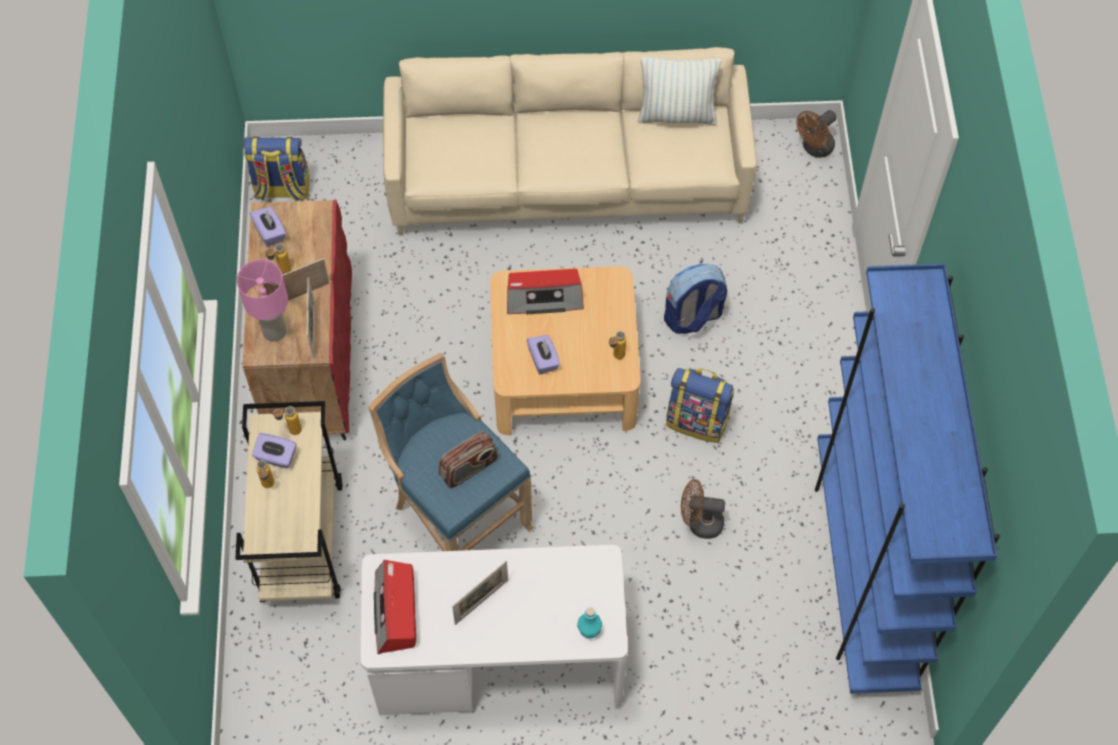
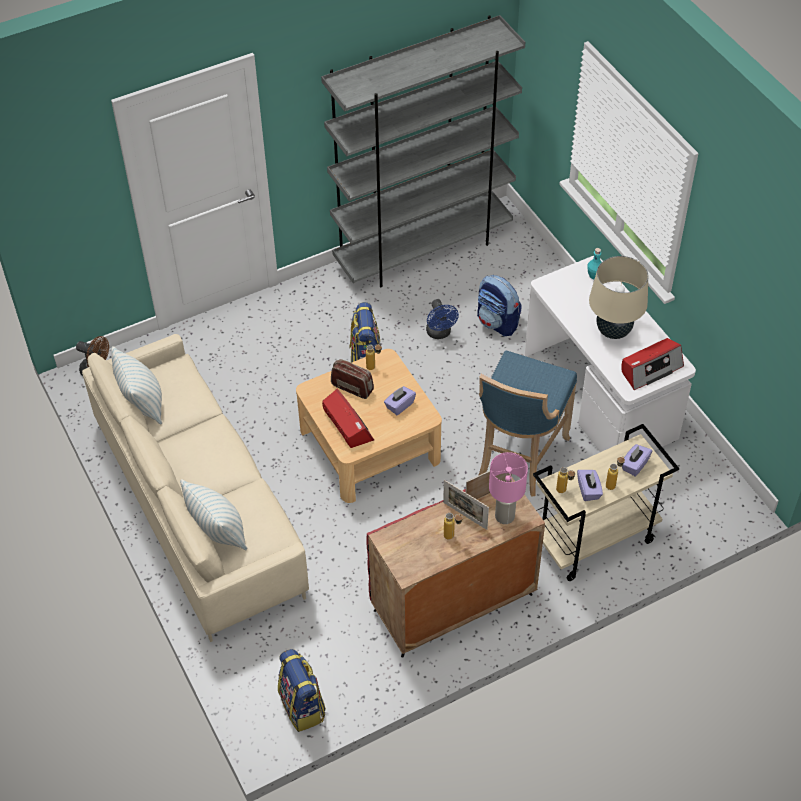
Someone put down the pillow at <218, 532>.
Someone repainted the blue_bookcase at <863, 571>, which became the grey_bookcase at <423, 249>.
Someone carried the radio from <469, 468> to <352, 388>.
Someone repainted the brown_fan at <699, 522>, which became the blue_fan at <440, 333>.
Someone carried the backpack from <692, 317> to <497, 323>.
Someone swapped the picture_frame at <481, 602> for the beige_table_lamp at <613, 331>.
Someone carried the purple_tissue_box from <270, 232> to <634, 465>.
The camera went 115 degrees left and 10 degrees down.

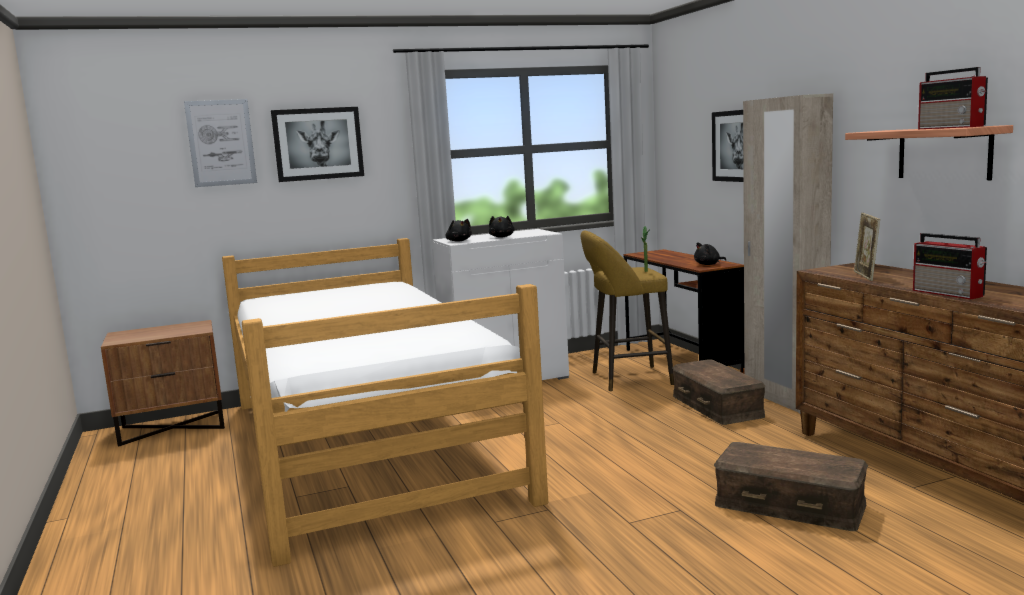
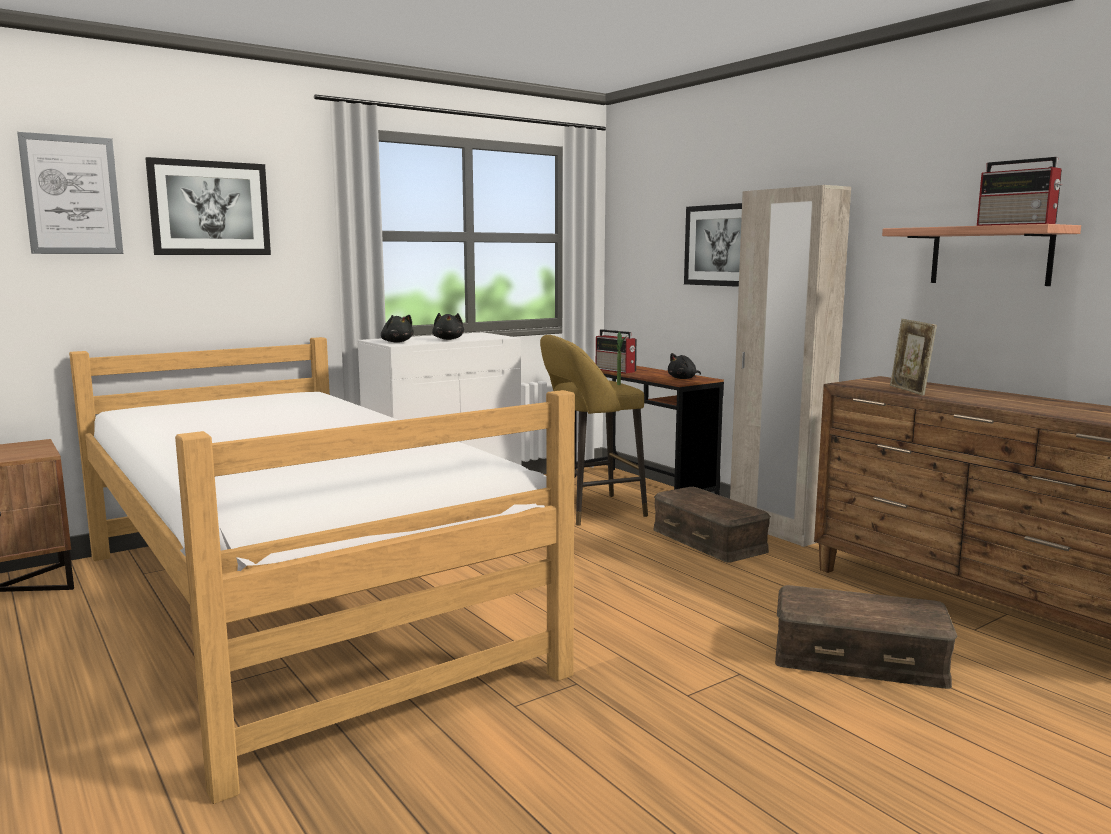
Someone carried the radio from <949, 293> to <616, 370>.
The camera went 15 degrees left and 0 degrees up.

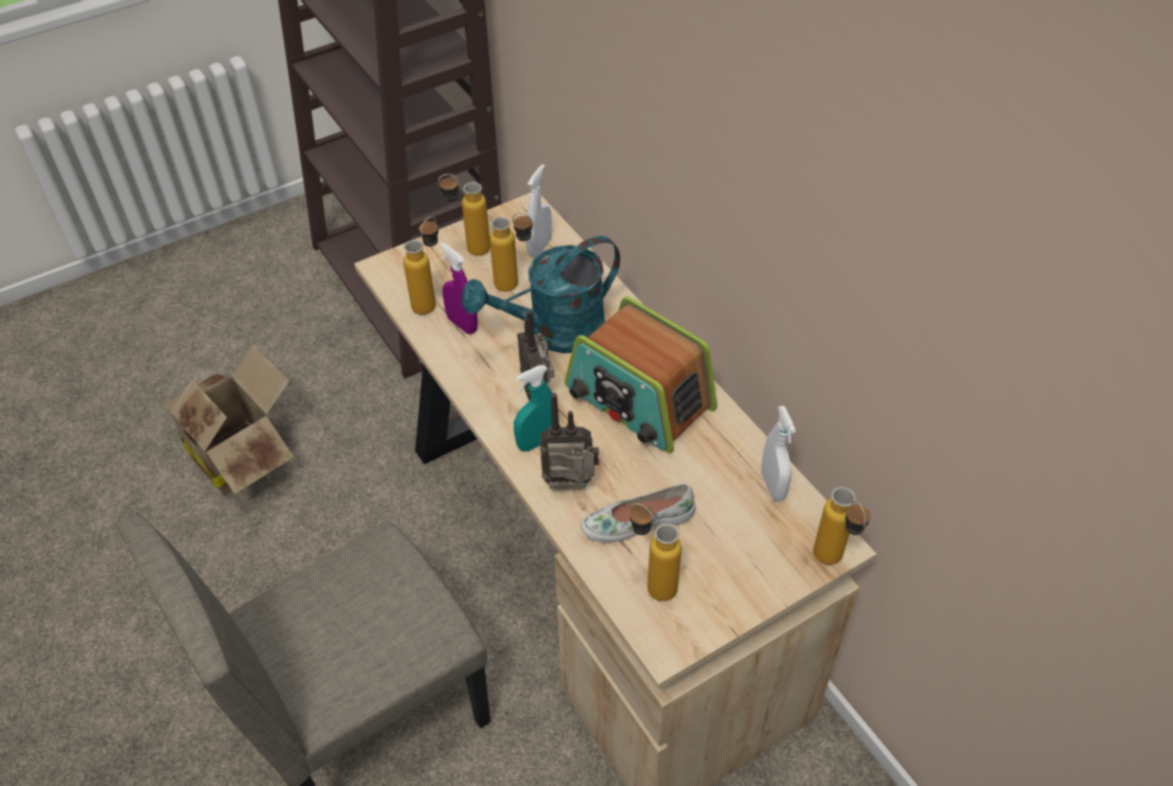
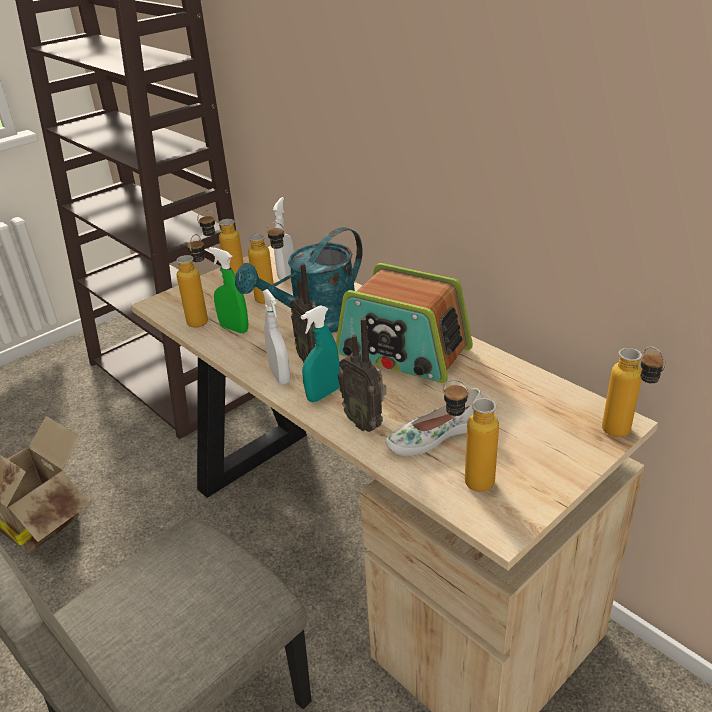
Someone repainted the purple_spray_bottle at <462, 324>, which became the green_spray_bottle at <234, 328>.
Someone carried the white_spray_bottle from <773, 486> to <280, 376>.
Someone rotated the radio at <570, 489> by 120 degrees counterclockwise.
The camera went 10 degrees left and 15 degrees down.

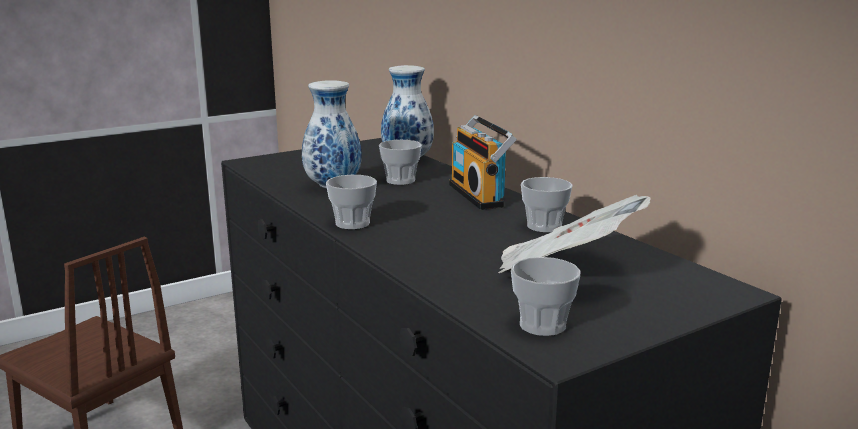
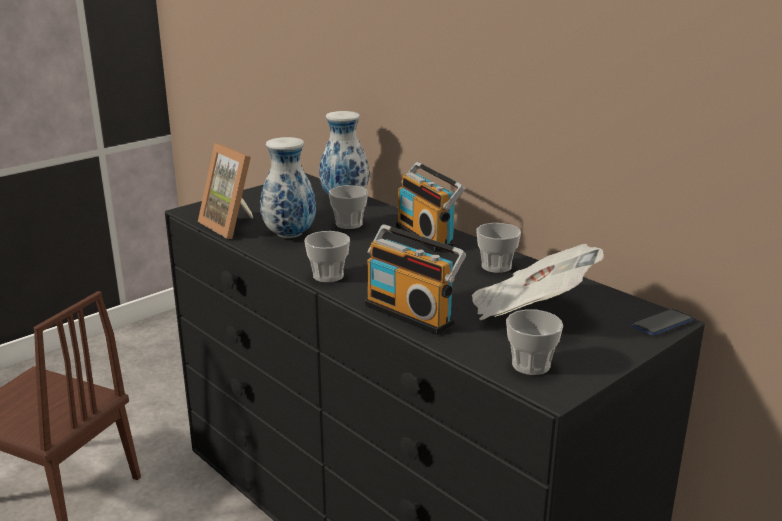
Someone put down the picture_frame at <233, 225>.
Someone put down the radio at <412, 313>.
Someone put down the phone at <661, 323>.
The camera went 10 degrees left and 5 degrees up.

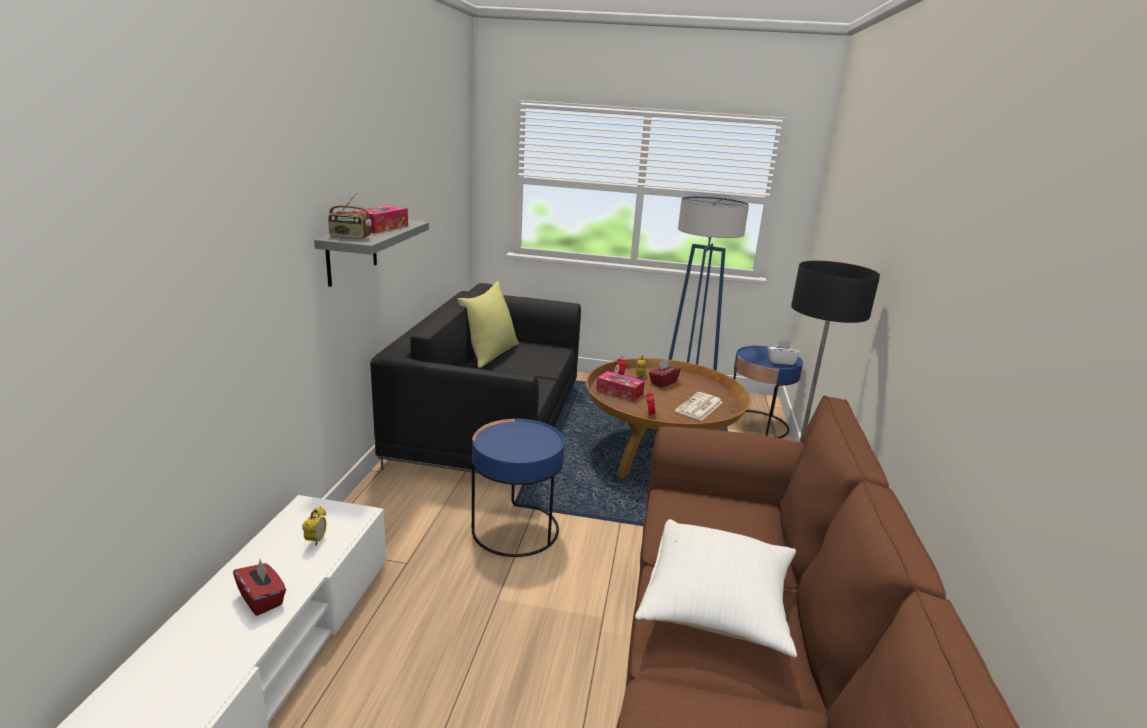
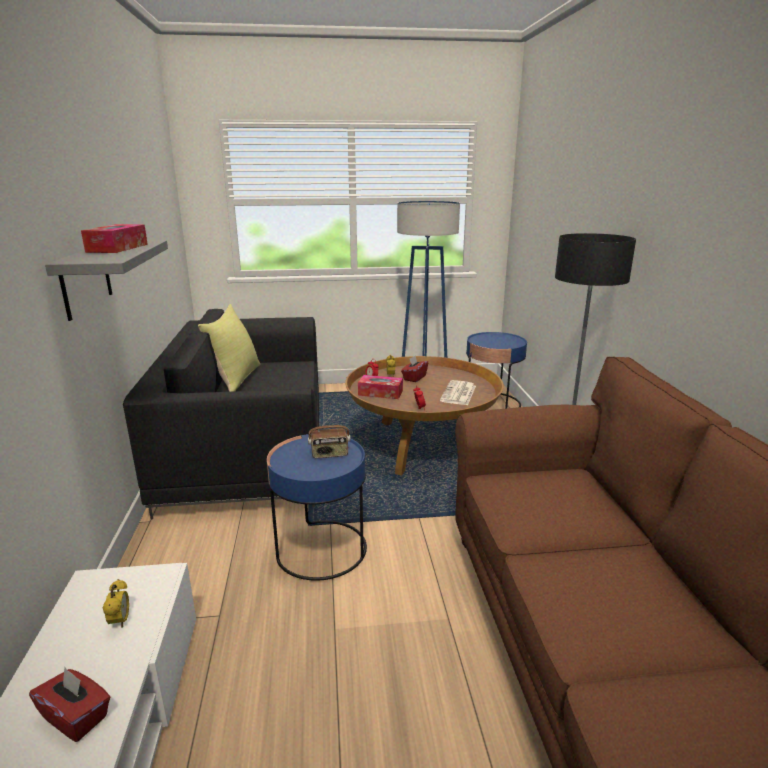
Someone carried the radio from <350, 237> to <329, 454>.
Someone took away the white_pillow at <717, 607>.
Someone took away the white_tissue_box at <781, 361>.
The camera went 15 degrees left and 0 degrees up.

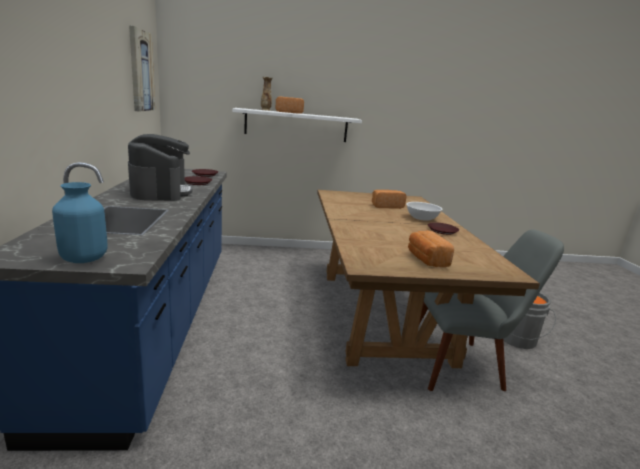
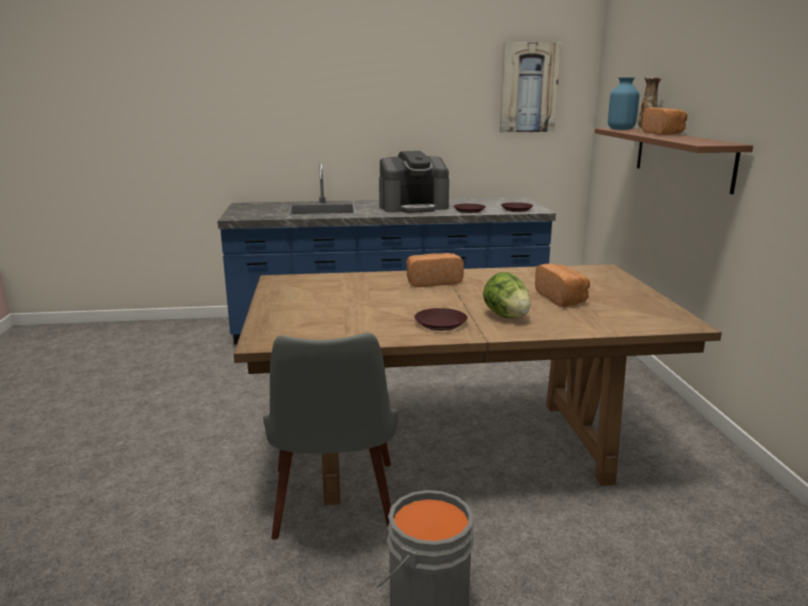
Someone carried the bread from <426, 259> to <432, 282>.
Someone swapped the white_bowl at <421, 218> for the lettuce at <506, 316>.
Someone repainted the white_shelf at <296, 125>, which became the brown_shelf at <682, 157>.
Someone carried the blue_vase from <84, 258> to <621, 129>.
The camera went 90 degrees right and 0 degrees up.

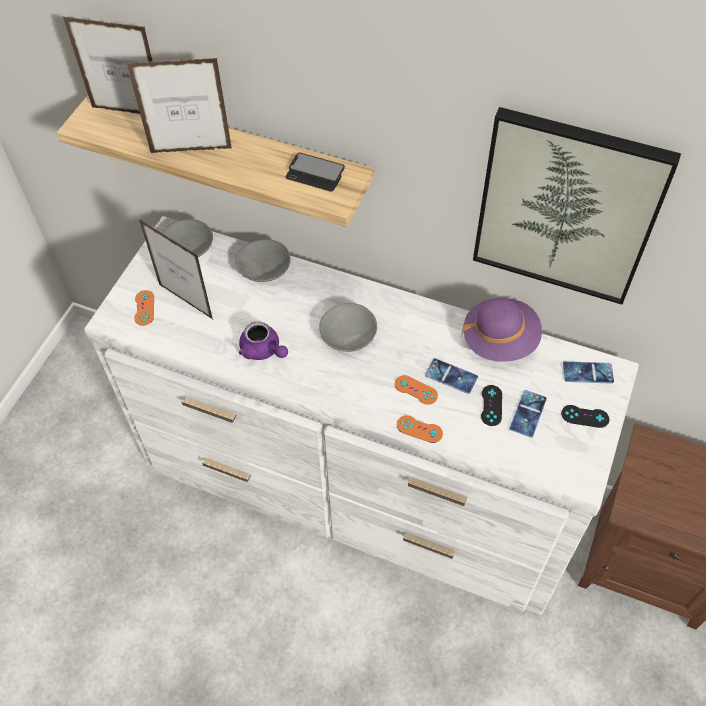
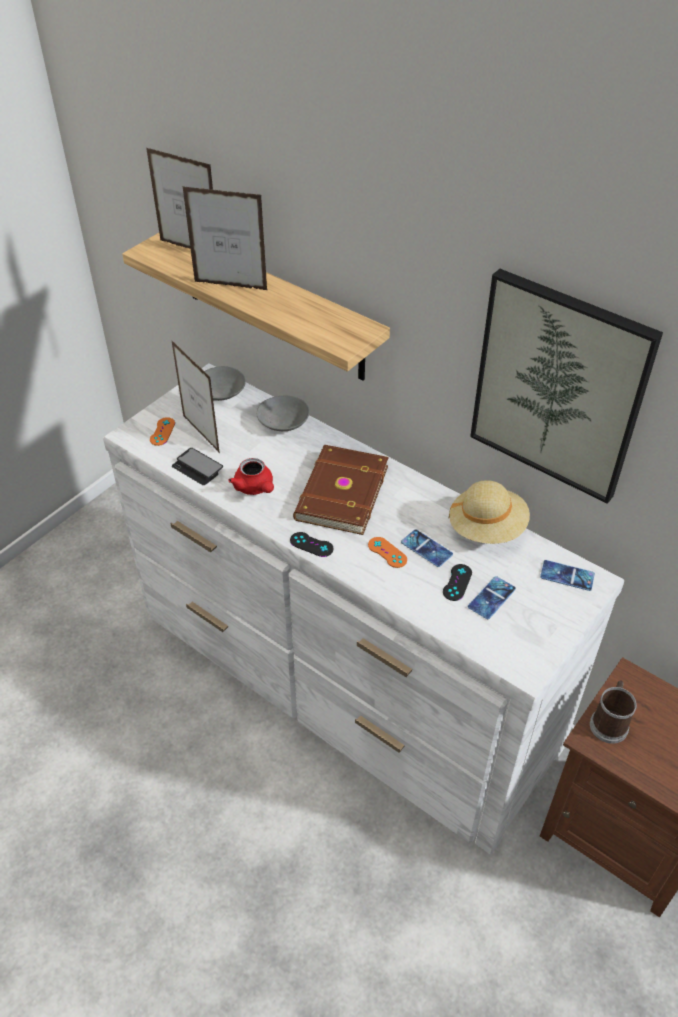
Someone carried the phone from <315, 173> to <197, 467>.
Someone repainted the purple_teapot at <263, 350>, which became the red_teapot at <255, 488>.
Someone carried the black_game_controller from <585, 416> to <311, 544>.
Someone swapped the grey_bowl at <348, 335> for the brown_book at <340, 493>.
Someone repainted the purple_hat at <500, 340>, which became the beige_hat at <487, 528>.
Someone put down the mug at <609, 722>.
Someone took away the orange_game_controller at <419, 429>.
The camera went 15 degrees right and 10 degrees down.

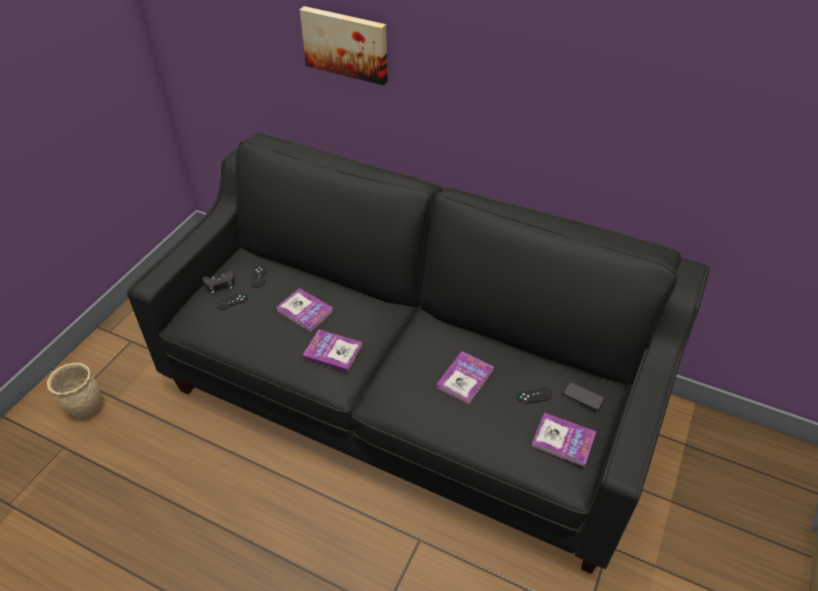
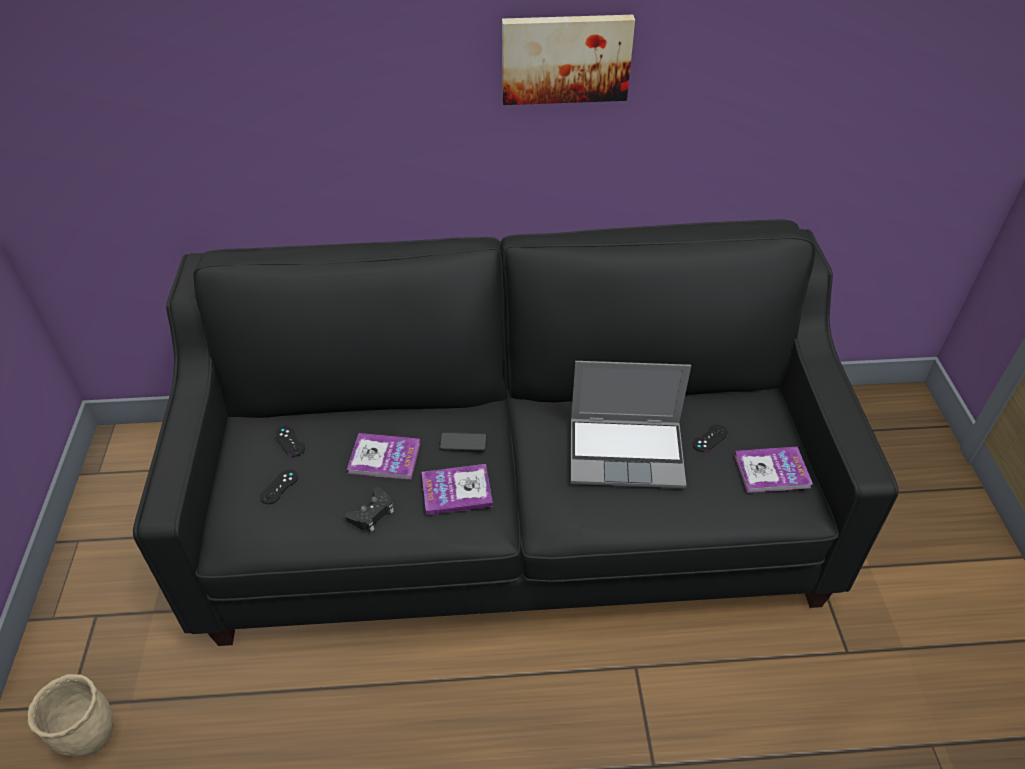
Someone carried the black_game_controller from <220, 284> to <372, 513>.
Someone carried the phone from <583, 396> to <463, 442>.
Someone carried the picture from <346, 44> to <565, 58>.
Someone swapped the book at <465, 378> for the laptop at <627, 453>.
The camera went 30 degrees left and 0 degrees up.

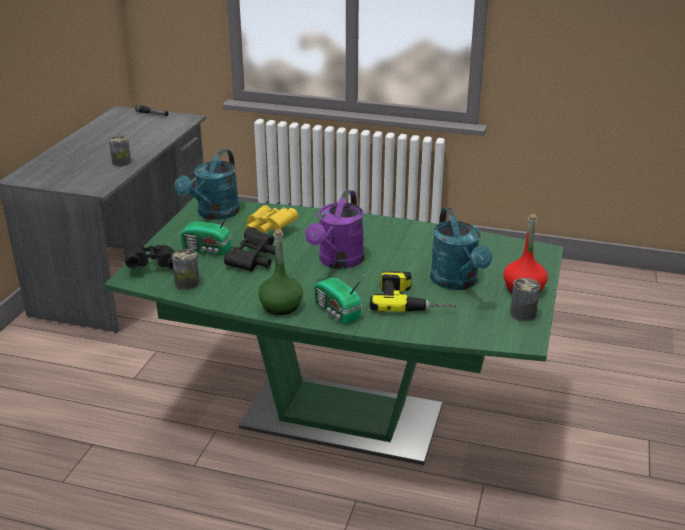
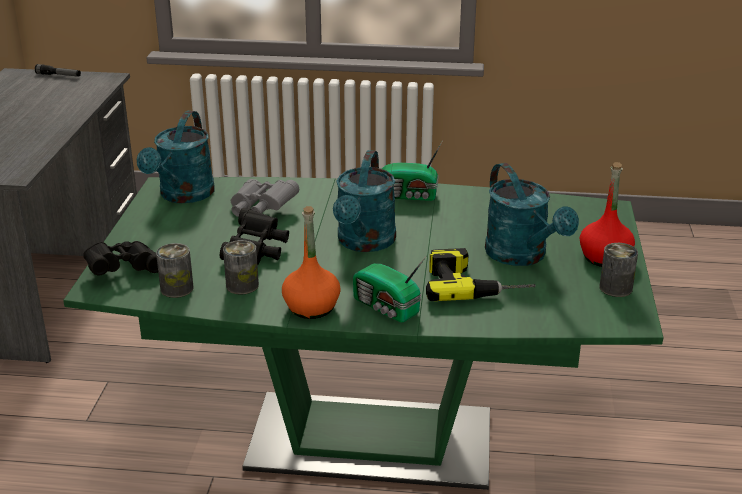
Someone carried the can from <121, 162> to <242, 285>.
Someone repainted the yellow_binoculars at <268, 229>, which became the grey_binoculars at <261, 210>.
Someone repainted the green_bottle at <281, 306>, which became the orange_bottle at <311, 307>.
Someone repainted the purple_watering_can at <338, 261>, which became the turquoise_watering_can at <364, 243>.
Someone carried the radio from <207, 250> to <409, 196>.
The camera went 10 degrees left and 0 degrees up.

